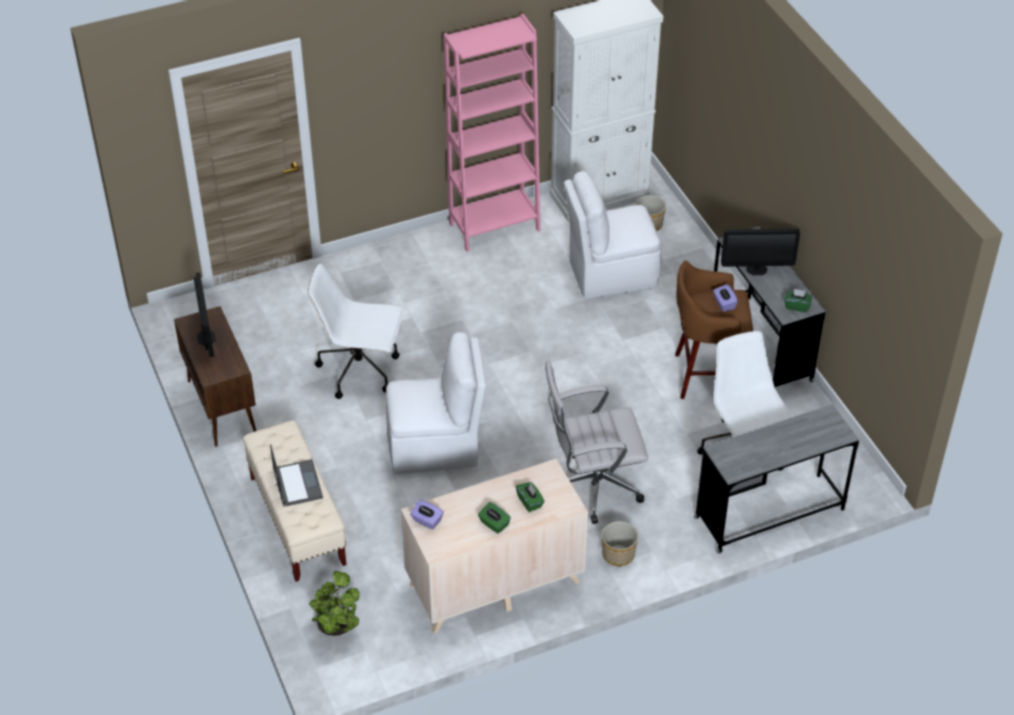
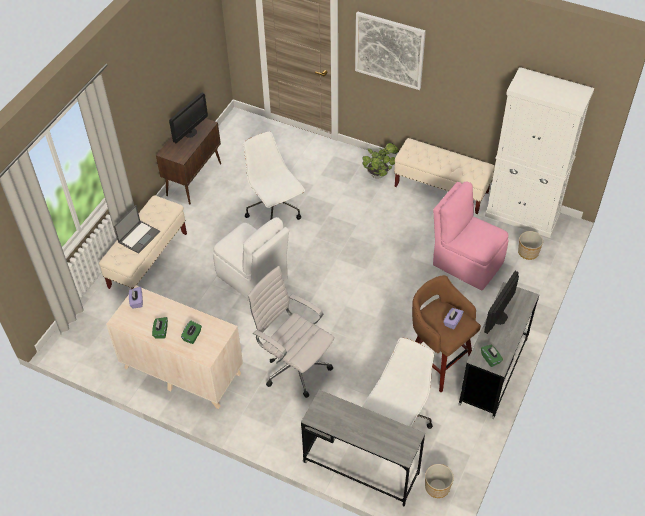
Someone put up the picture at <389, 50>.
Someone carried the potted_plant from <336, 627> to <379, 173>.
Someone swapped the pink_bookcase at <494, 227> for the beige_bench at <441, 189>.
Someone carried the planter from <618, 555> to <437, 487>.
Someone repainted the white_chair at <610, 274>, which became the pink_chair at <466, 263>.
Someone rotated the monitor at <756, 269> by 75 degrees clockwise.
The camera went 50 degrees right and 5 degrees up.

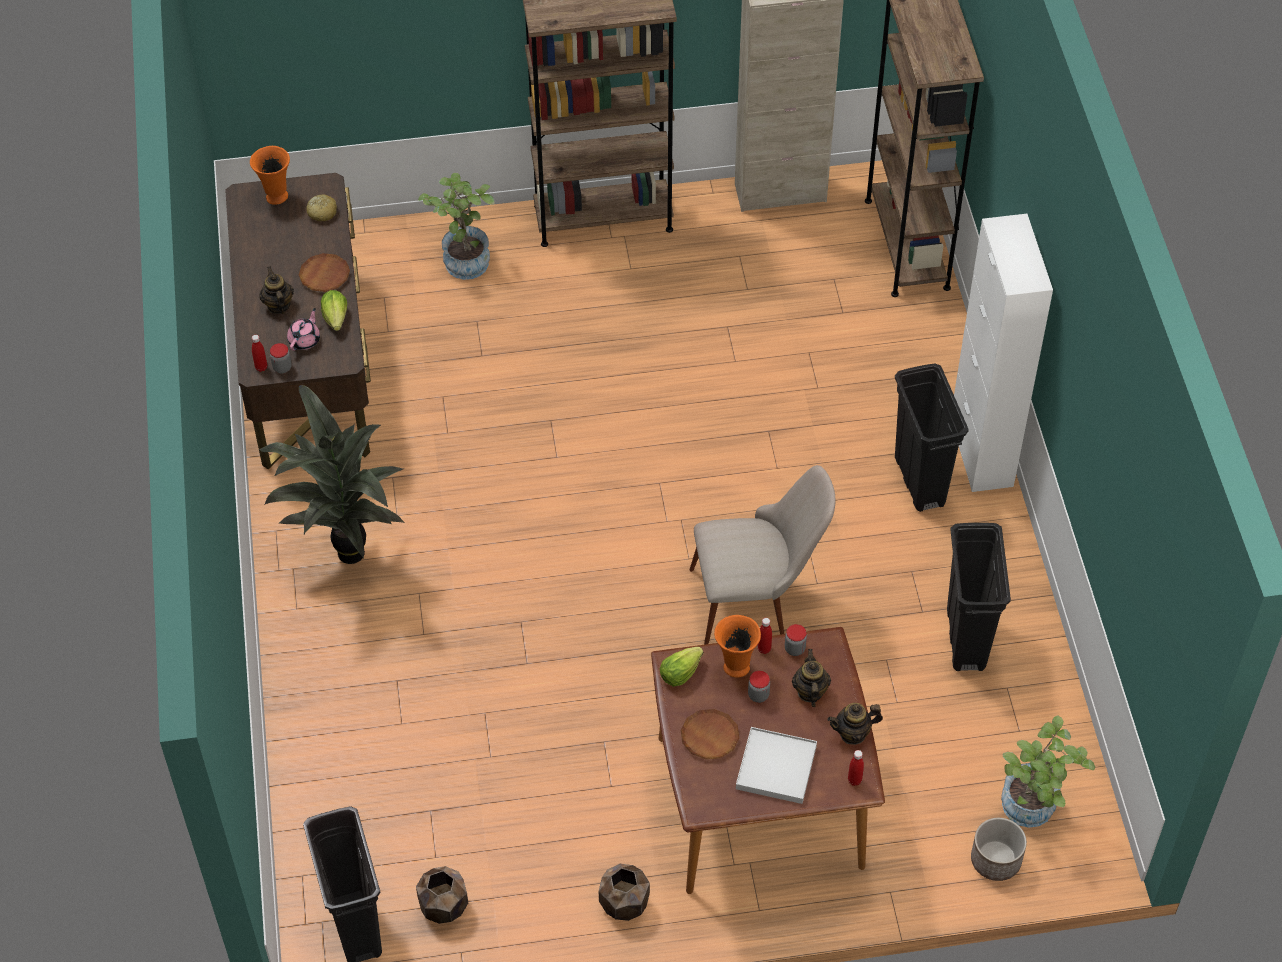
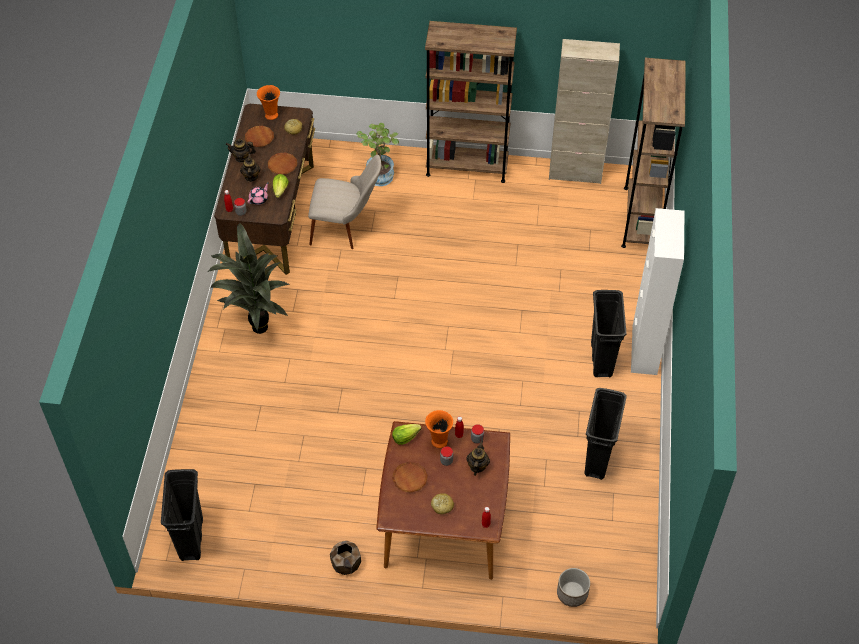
Someone carried the teapot from <853, 733> to <242, 157>.
Someone put down the brown_plate at <259, 138>.
Someone carried the beige_chair from <756, 599> to <346, 228>.
Someone swapped the white_tray at <776, 767> for the bread at <442, 506>.
Someone took away the brown_planter at <443, 906>.
Someone took away the potted_plant at <1032, 811>.
The camera went 15 degrees right and 0 degrees up.

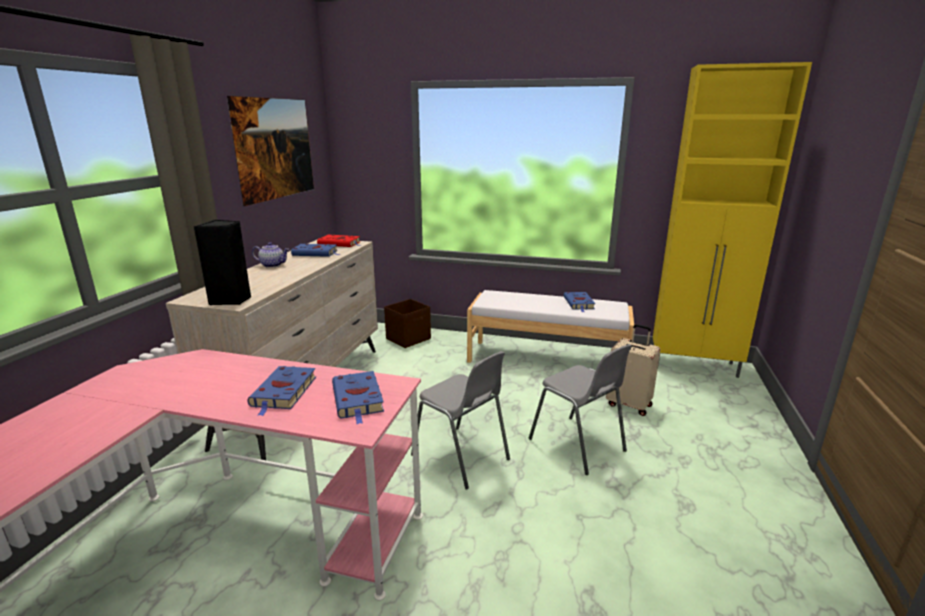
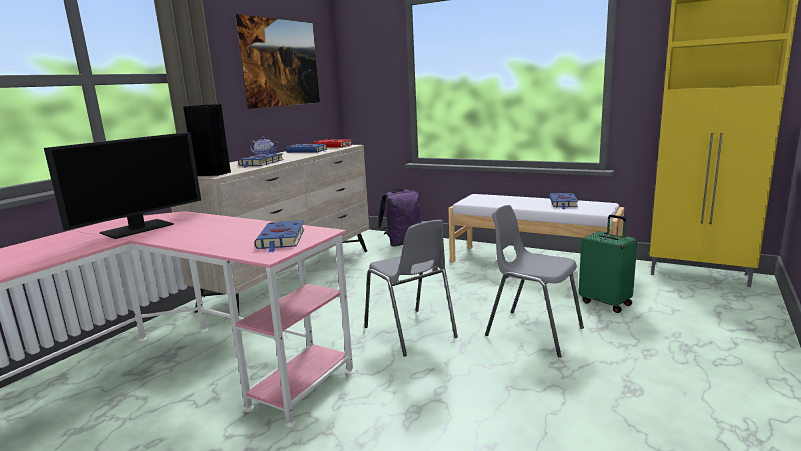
Someone put down the monitor at <138, 228>.
Someone carried the blue_book from <284, 392> to <261, 163>.
Someone swapped the brown_storage_box at <409, 338> for the purple_backpack at <402, 243>.
Someone rotated the grey_chair at <577, 445> by 150 degrees clockwise.
Someone repainted the beige_suitcase at <629, 404>, which became the green_suitcase at <606, 303>.
The camera went 15 degrees right and 5 degrees down.

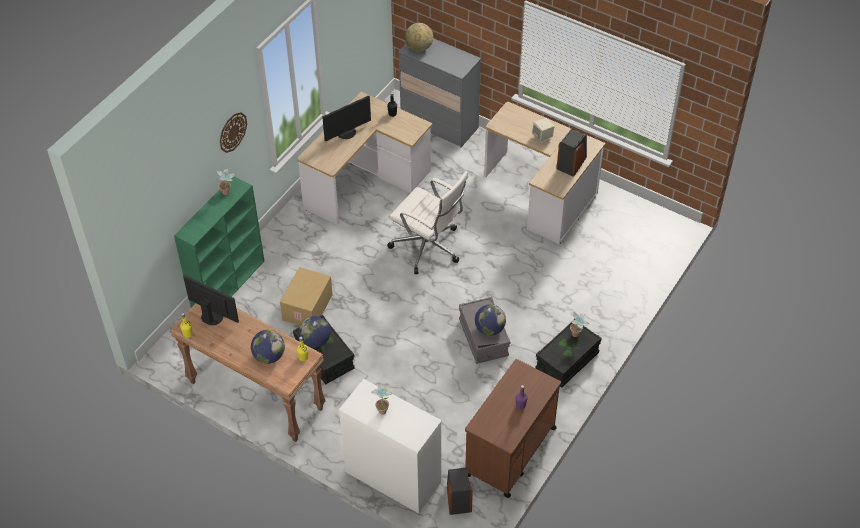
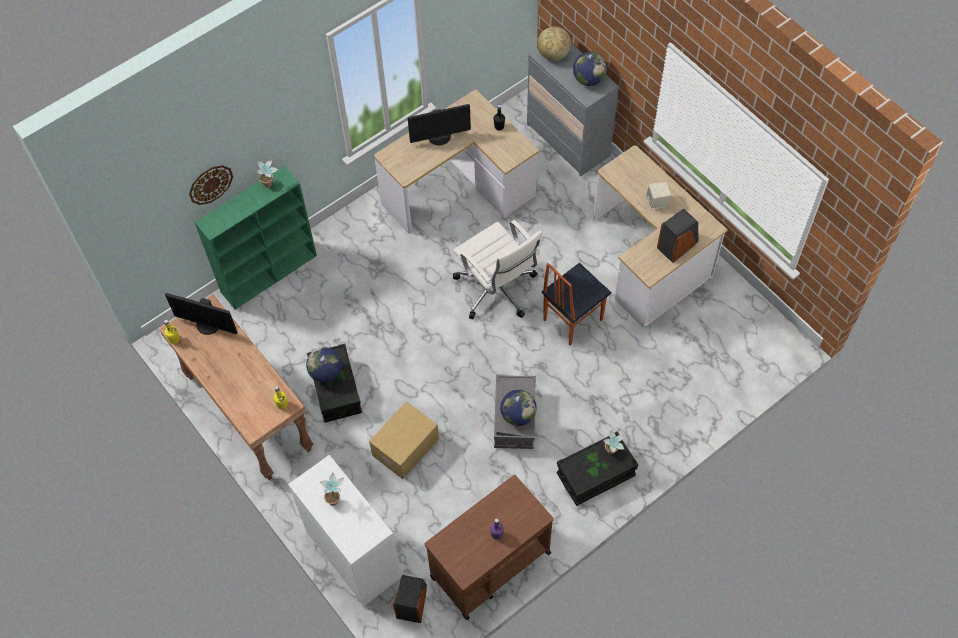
Someone rotated the monitor at <213, 315> by 150 degrees clockwise.
Someone carried the wall_clock from <232, 132> to <210, 184>.
Someone carried the cardboard_box from <308, 307> to <406, 448>.
Someone put down the chair at <571, 319>.
Someone carried the globe from <269, 356> to <588, 79>.
The camera went 20 degrees right and 10 degrees up.

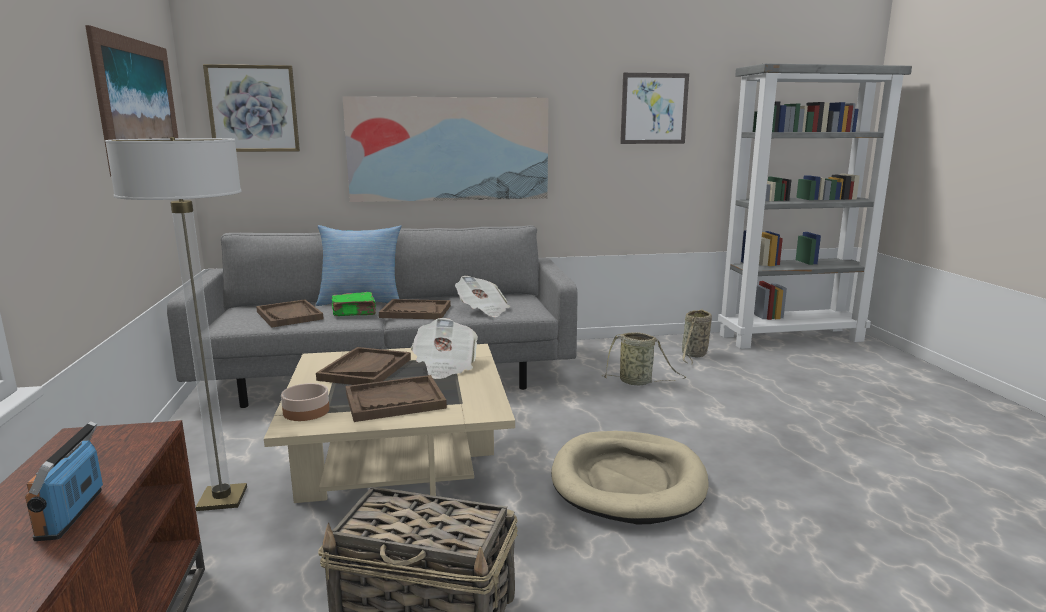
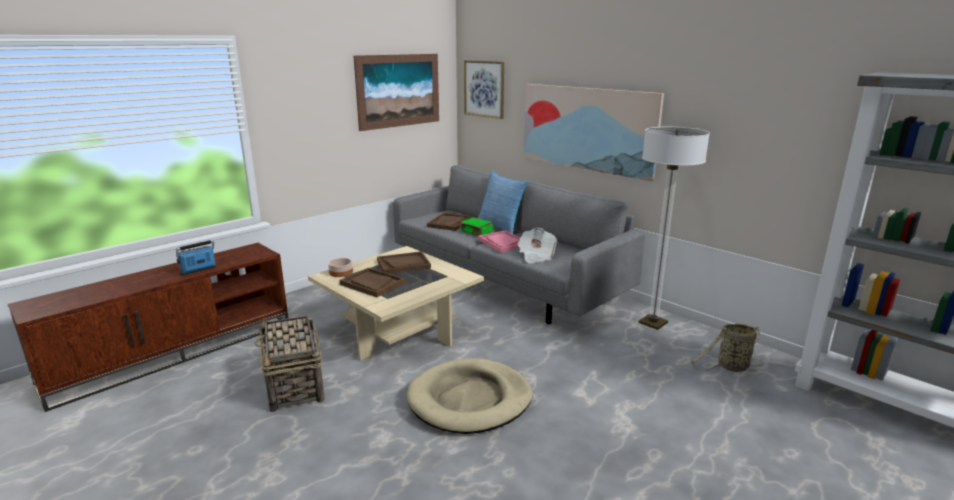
Someone repainted the brown_tray at <415, 311>, which became the pink_tray at <502, 243>.
Someone carried the floor_lamp from <222, 499> to <653, 323>.
Someone took away the newspaper at <445, 366>.
Someone took away the basket at <638, 382>.
Someone took away the picture at <654, 108>.
The camera went 55 degrees right and 5 degrees up.

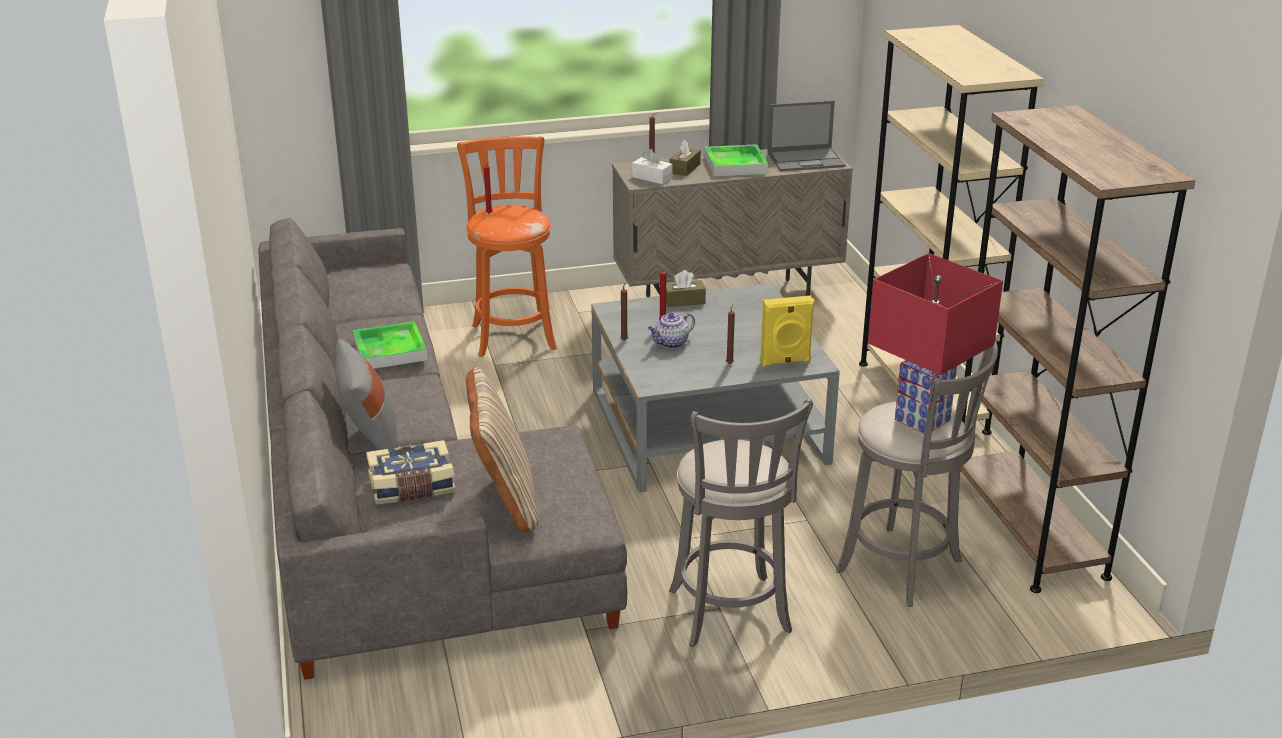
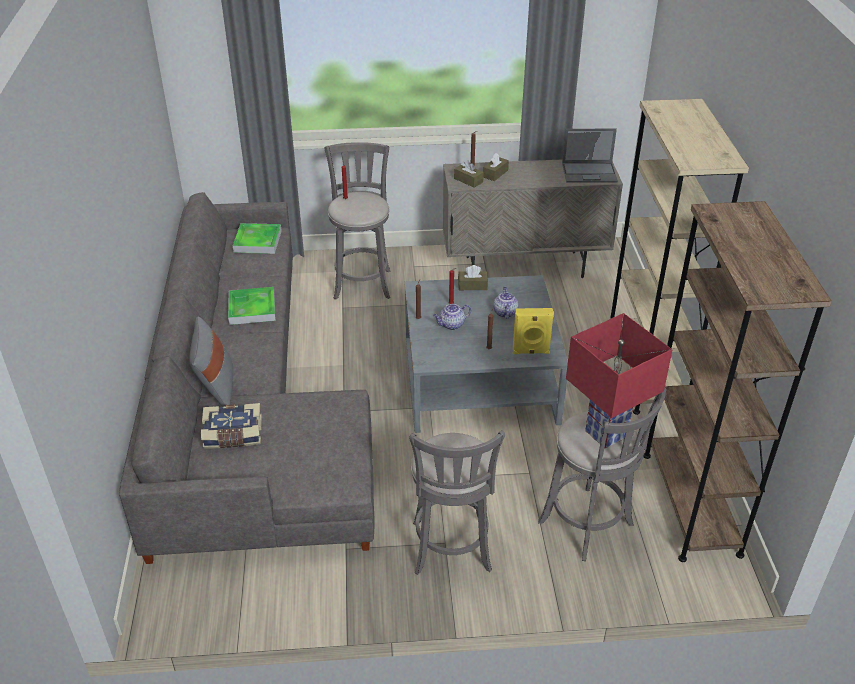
Someone carried the tray from <735, 165> to <257, 241>.
Someone repainted the orange_stool at <513, 335>, which became the grey_stool at <362, 282>.
Someone repainted the white_tissue_box at <652, 177>, which became the brown_tissue_box at <468, 180>.
Someone put down the teapot at <504, 312>.
Someone took away the beige_pillow at <504, 501>.
The camera went 10 degrees right and 10 degrees up.

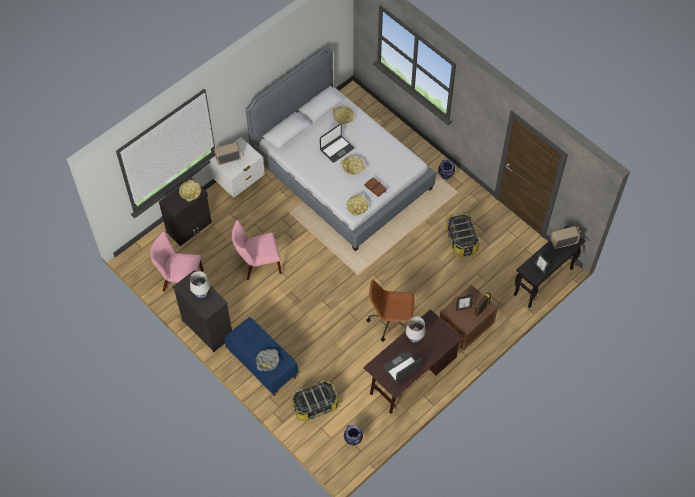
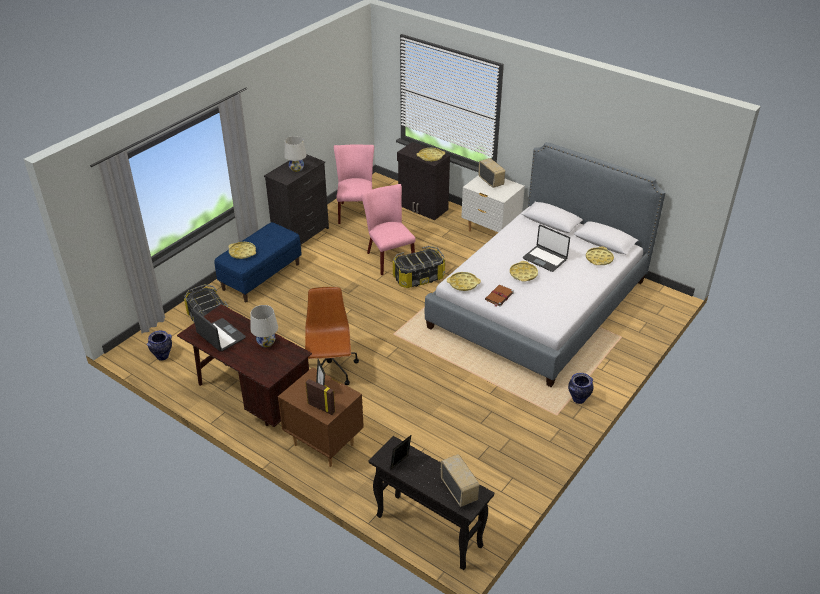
Someone repainted the grey_tray at <267, 361>, which became the yellow_tray at <242, 252>.
Someone carried the storage_box from <461, 240> to <418, 278>.
The camera went 80 degrees right and 20 degrees down.

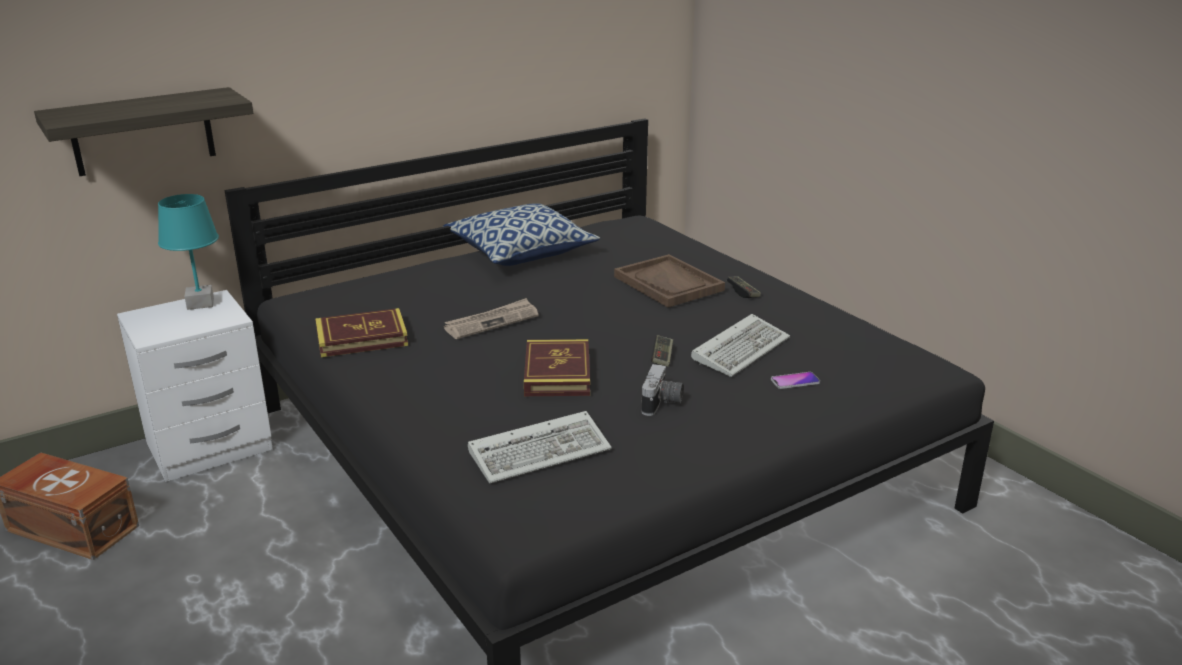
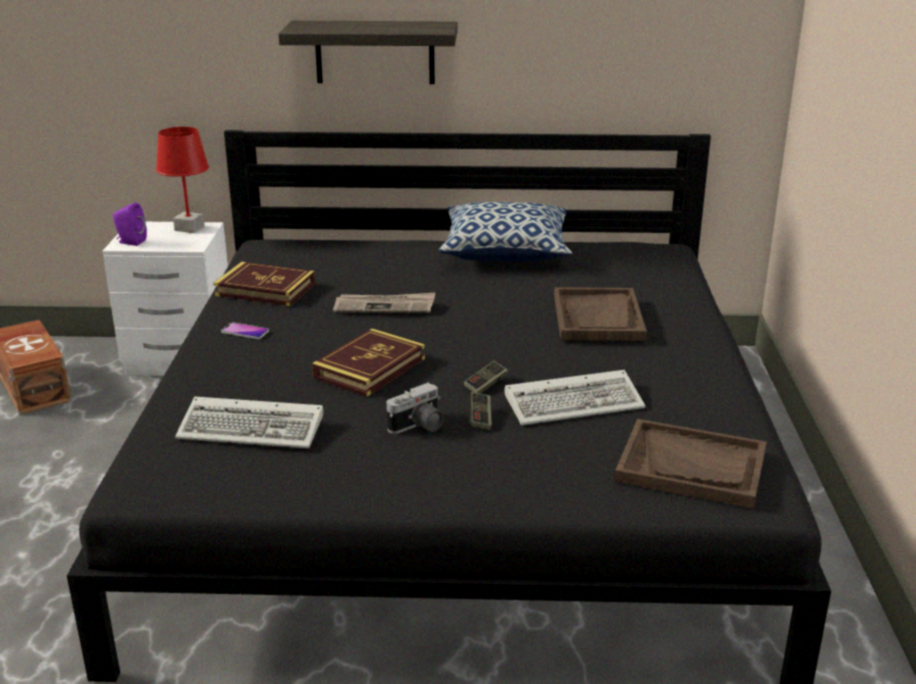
Someone put down the purple_speaker at <130, 242>.
Someone repainted the turquoise_table_lamp at <200, 304>, which became the red_table_lamp at <189, 228>.
Someone carried the phone from <795, 381> to <245, 332>.
Someone carried the shelf from <142, 132> to <375, 52>.
Someone carried the game_controller from <743, 292> to <480, 418>.
Someone put down the brown_tray at <691, 466>.
The camera went 35 degrees right and 0 degrees up.

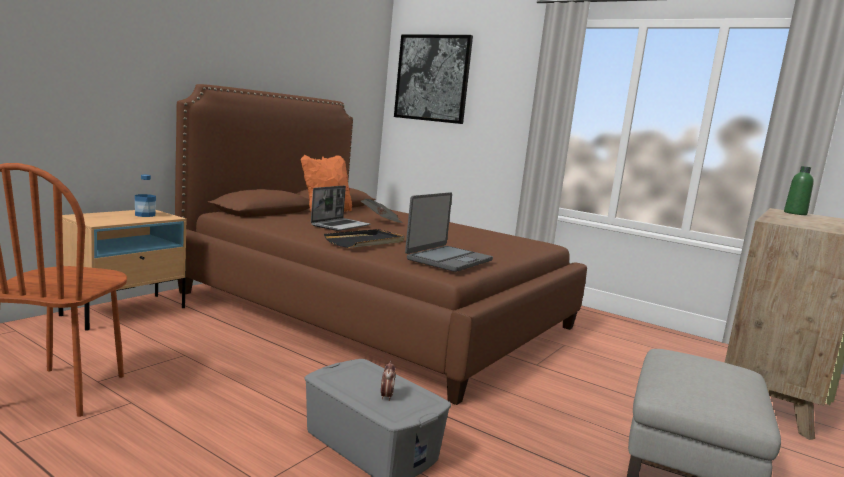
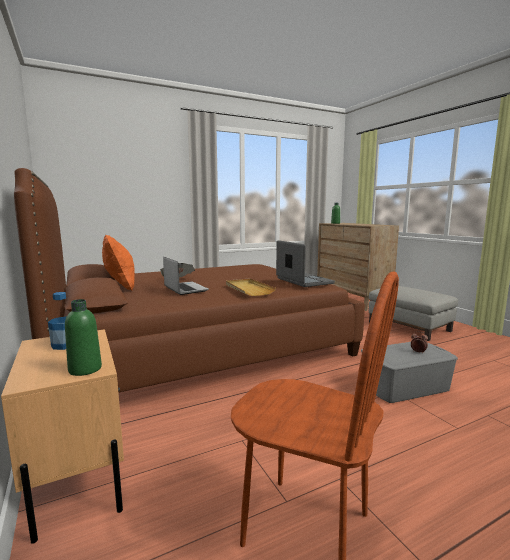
Someone put down the green_bottle at <85, 369>.
Someone repainted the black_tray at <366, 241>, which became the beige_tray at <248, 289>.
Someone took away the picture at <432, 78>.
The camera went 60 degrees left and 0 degrees up.

